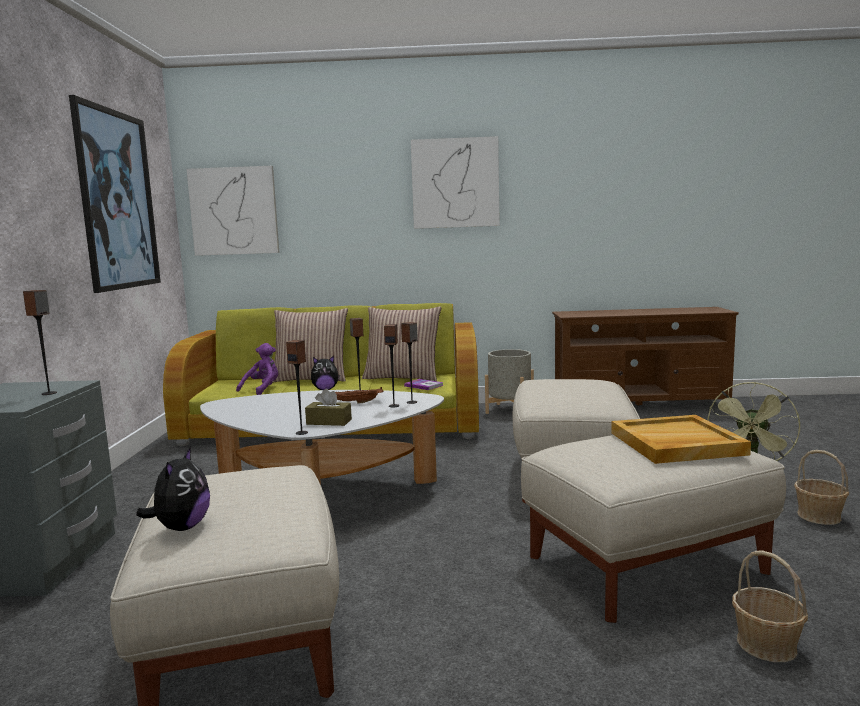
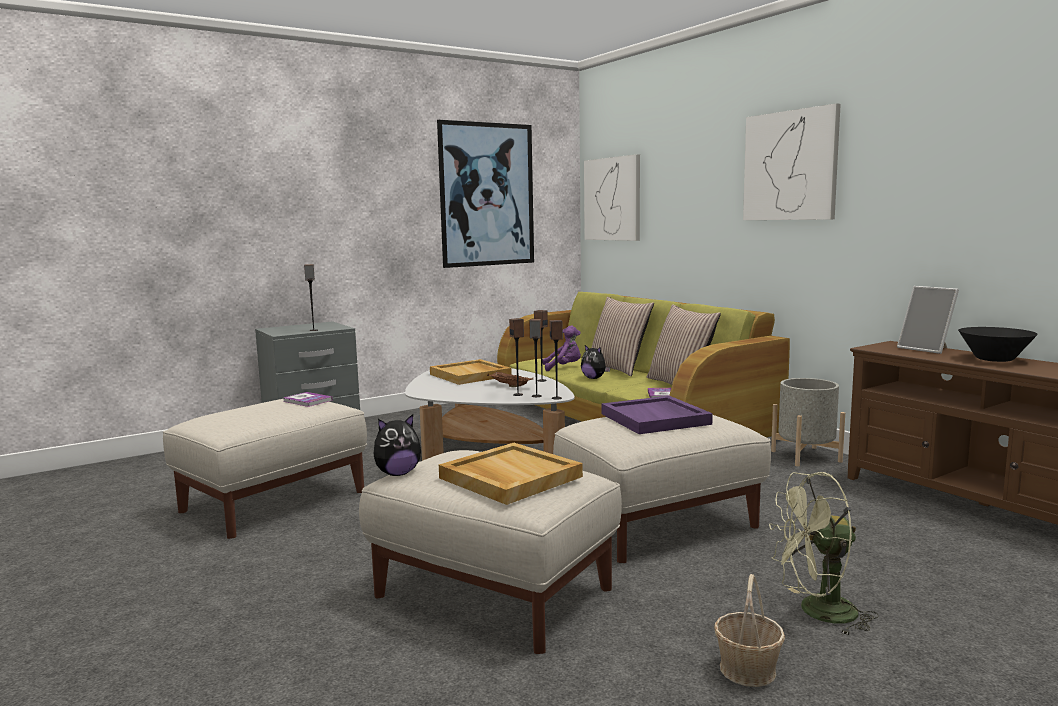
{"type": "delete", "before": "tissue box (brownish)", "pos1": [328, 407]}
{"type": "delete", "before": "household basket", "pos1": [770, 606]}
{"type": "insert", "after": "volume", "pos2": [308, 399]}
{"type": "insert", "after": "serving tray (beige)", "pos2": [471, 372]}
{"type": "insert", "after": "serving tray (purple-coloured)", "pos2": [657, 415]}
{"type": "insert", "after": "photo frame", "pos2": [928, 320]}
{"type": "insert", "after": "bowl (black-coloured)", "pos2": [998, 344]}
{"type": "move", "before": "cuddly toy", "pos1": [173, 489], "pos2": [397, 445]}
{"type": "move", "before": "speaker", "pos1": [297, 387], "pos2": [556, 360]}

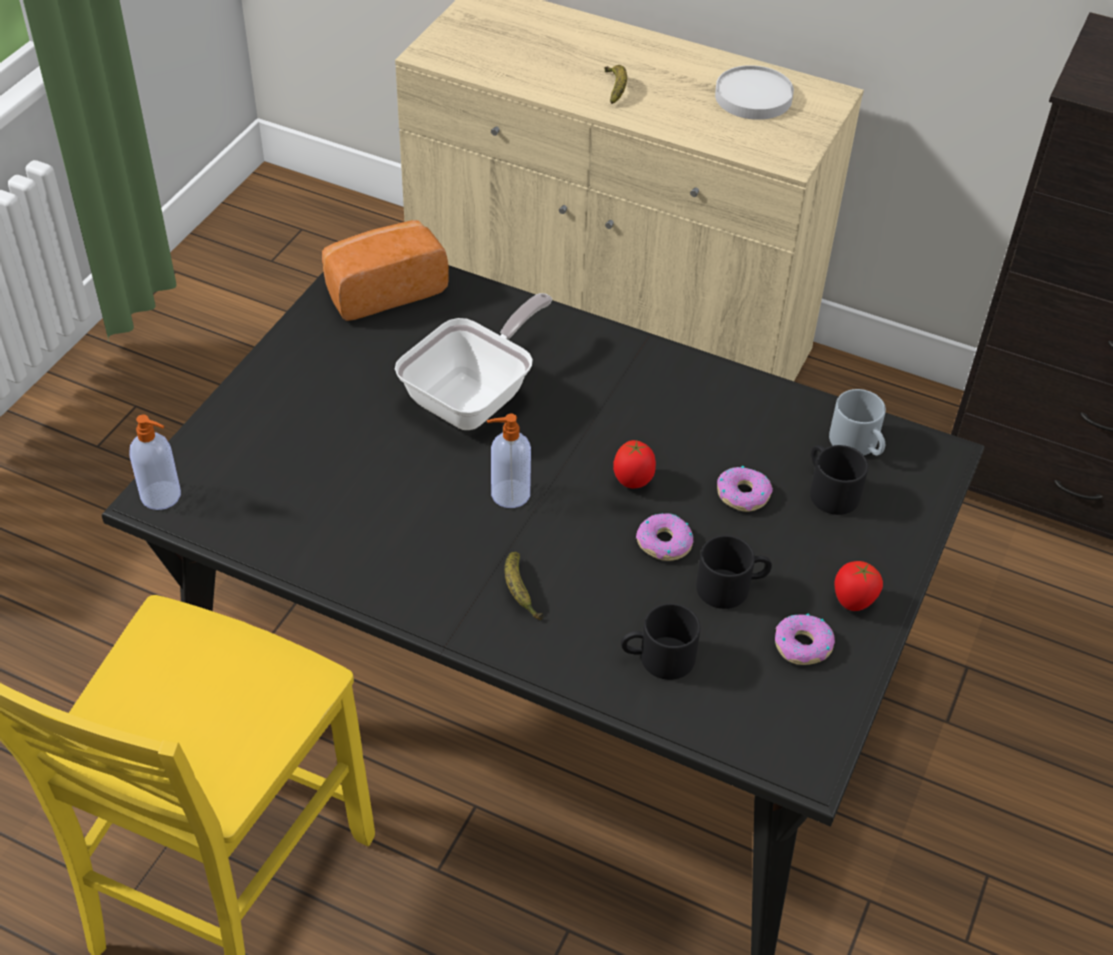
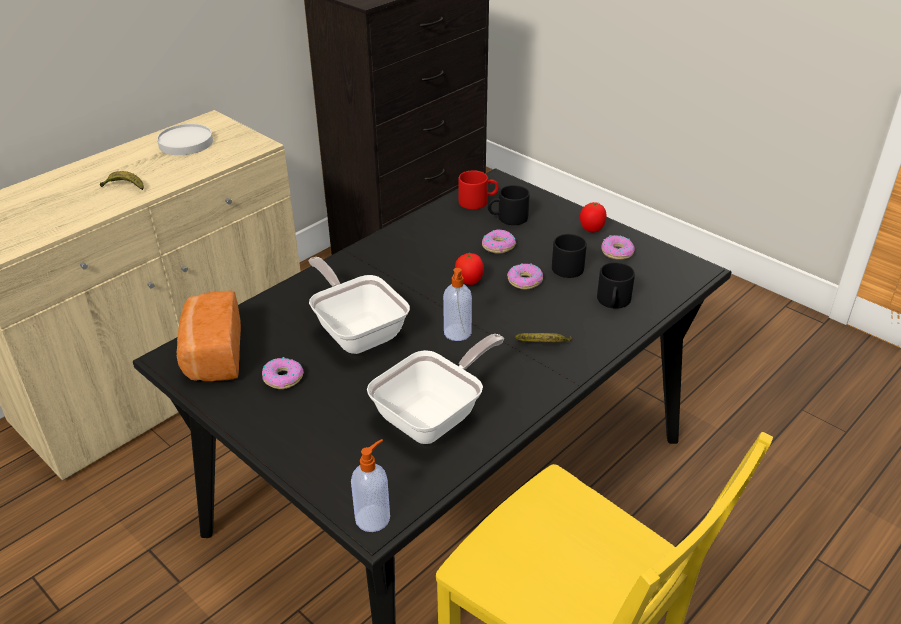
{"type": "insert", "after": "ring doughnut", "pos2": [283, 373]}
{"type": "insert", "after": "frying pan", "pos2": [435, 389]}
{"type": "recolor", "before": "mug (gray)", "after": "mug (reddish)", "pos1": [857, 422], "pos2": [478, 189]}

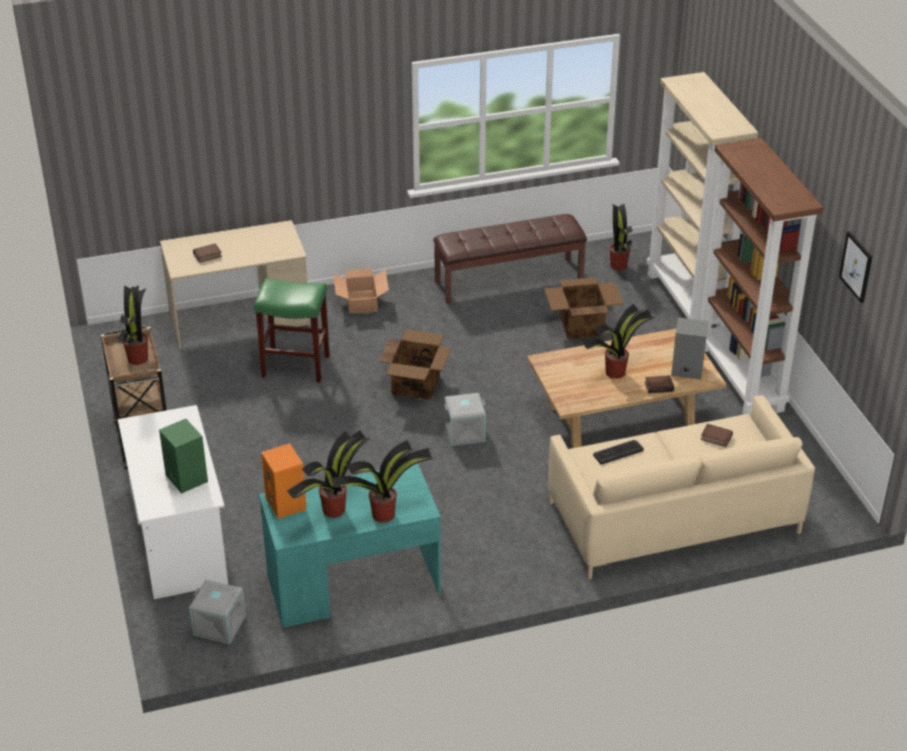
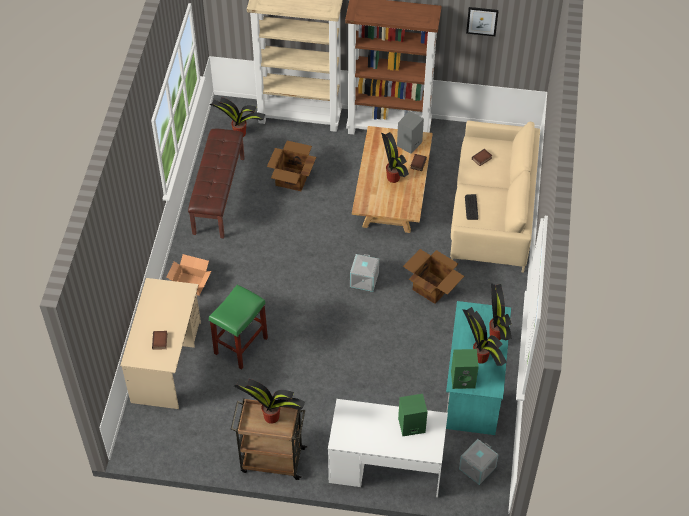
{"type": "move", "before": "packing box", "pos1": [415, 364], "pos2": [433, 276]}
{"type": "recolor", "before": "speaker (orangey)", "after": "speaker (greenish)", "pos1": [284, 481], "pos2": [465, 369]}

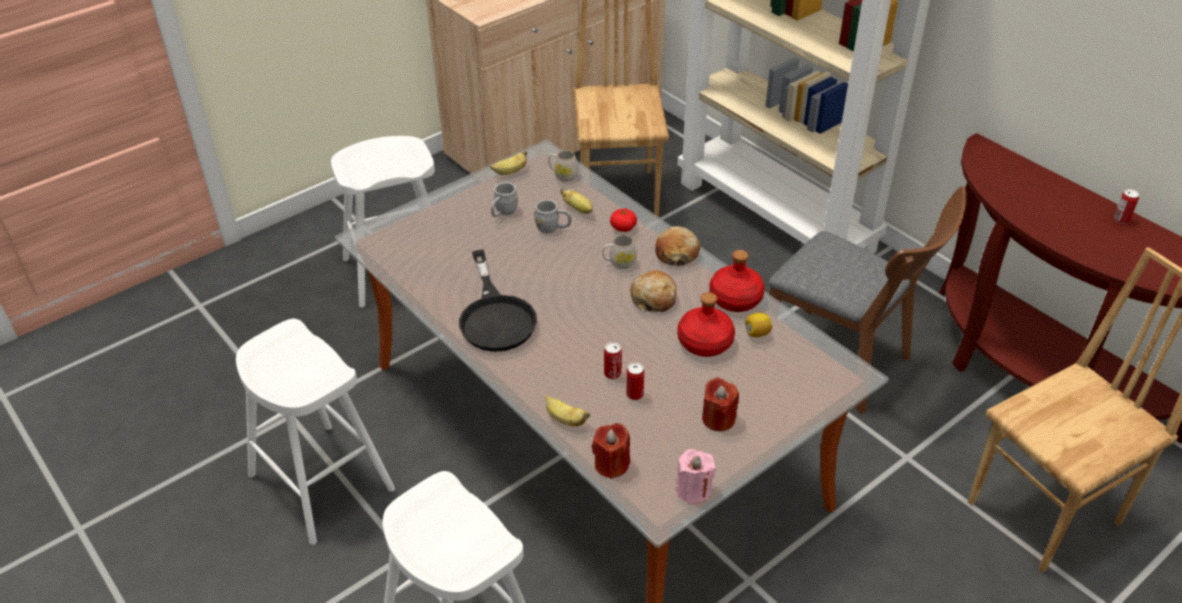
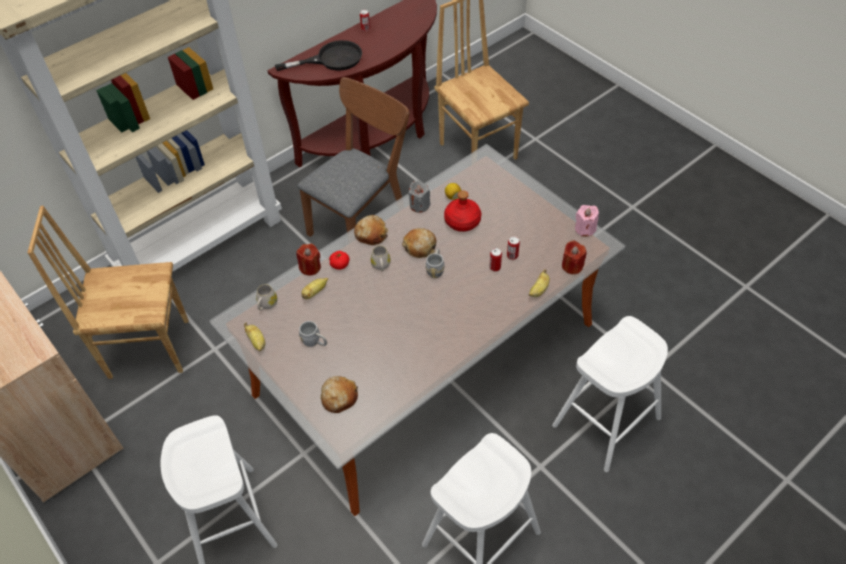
{"type": "insert", "after": "bread", "pos2": [339, 394]}
{"type": "move", "before": "frying pan (black-coloured)", "pos1": [498, 301], "pos2": [318, 55]}
{"type": "move", "before": "mug (gray)", "pos1": [552, 216], "pos2": [435, 263]}
{"type": "move", "before": "wax candle (reddish)", "pos1": [720, 404], "pos2": [308, 260]}
{"type": "replace", "before": "drink bottle (reddish)", "after": "wax candle (gray)", "pos1": [737, 281], "pos2": [419, 196]}

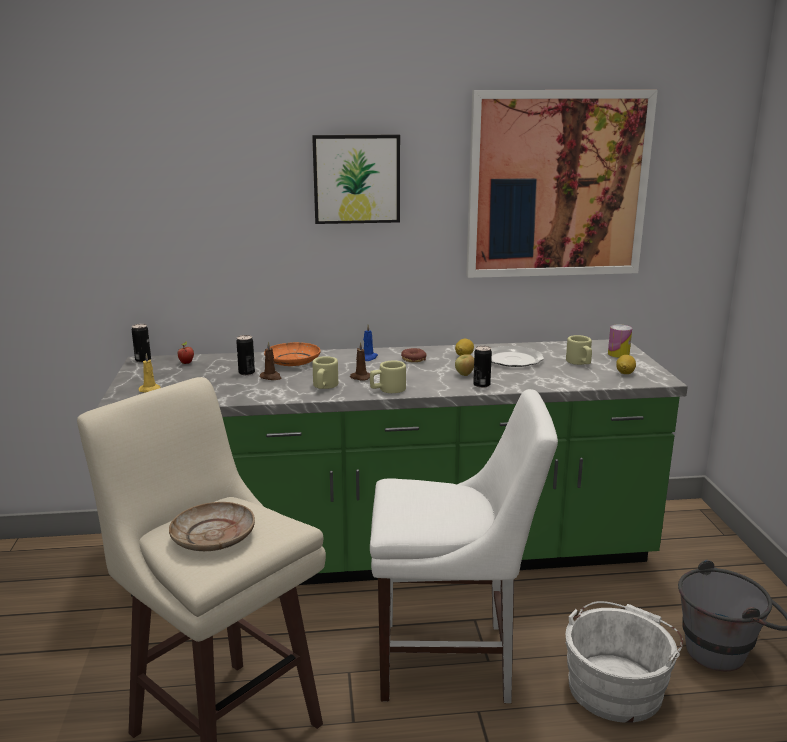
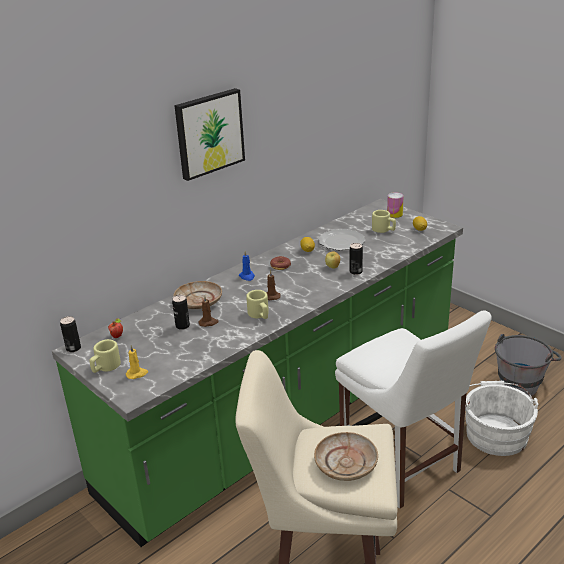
{"type": "delete", "before": "wall picture", "pos1": [562, 184]}
{"type": "move", "before": "mug (beige)", "pos1": [388, 377], "pos2": [105, 356]}
{"type": "recolor", "before": "flat dish (orangey)", "after": "flat dish (beige)", "pos1": [292, 354], "pos2": [197, 295]}
{"type": "rotate", "before": "upright chair (white-coloured)", "pos1": [464, 546], "pos2": [413, 409], "turn": 90}

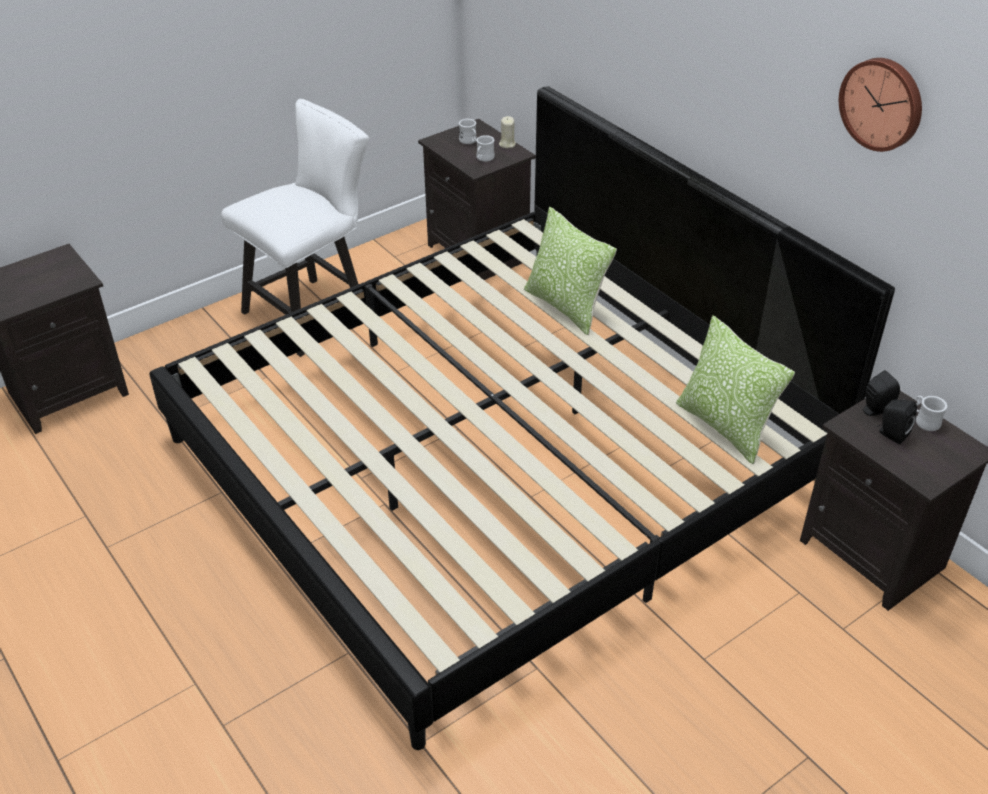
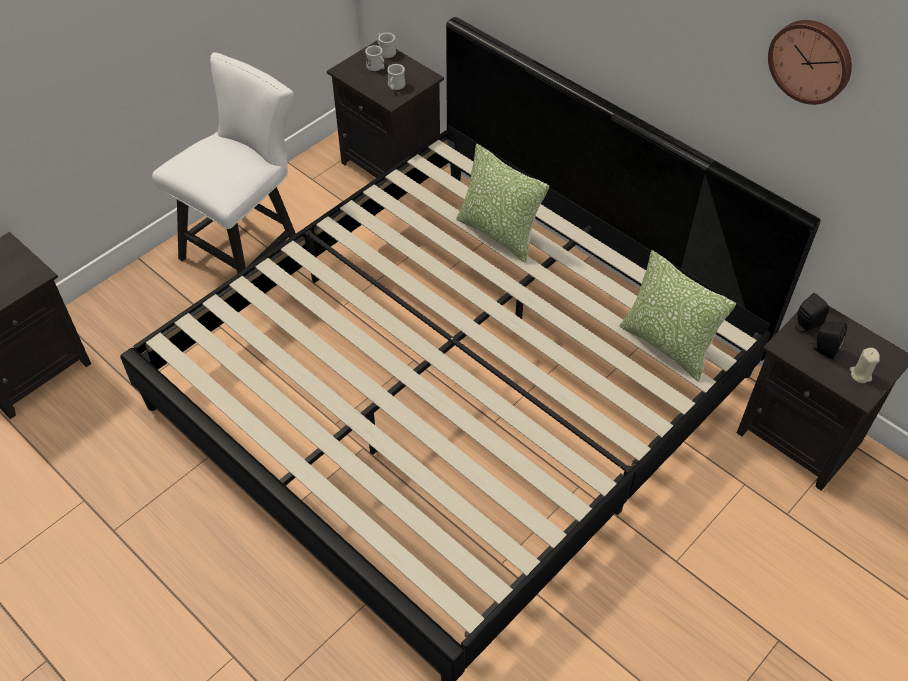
{"type": "move", "before": "wax candle (beige)", "pos1": [507, 132], "pos2": [864, 365]}
{"type": "move", "before": "mug (white-coloured)", "pos1": [931, 413], "pos2": [386, 45]}

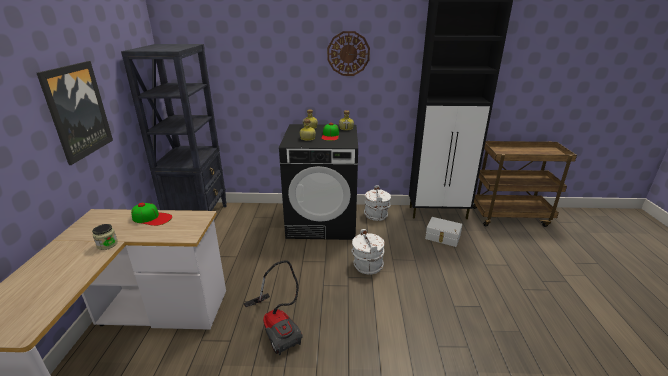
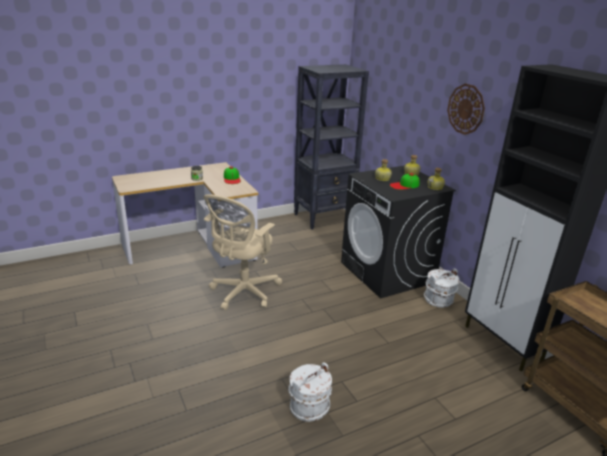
{"type": "delete", "before": "wall picture", "pos1": [75, 113]}
{"type": "delete", "before": "storage box (white-coloured)", "pos1": [443, 232]}
{"type": "move", "before": "bucket (white-coloured)", "pos1": [368, 251], "pos2": [310, 392]}
{"type": "replace", "before": "vacuum", "after": "computer chair (beige)", "pos1": [273, 307], "pos2": [242, 252]}

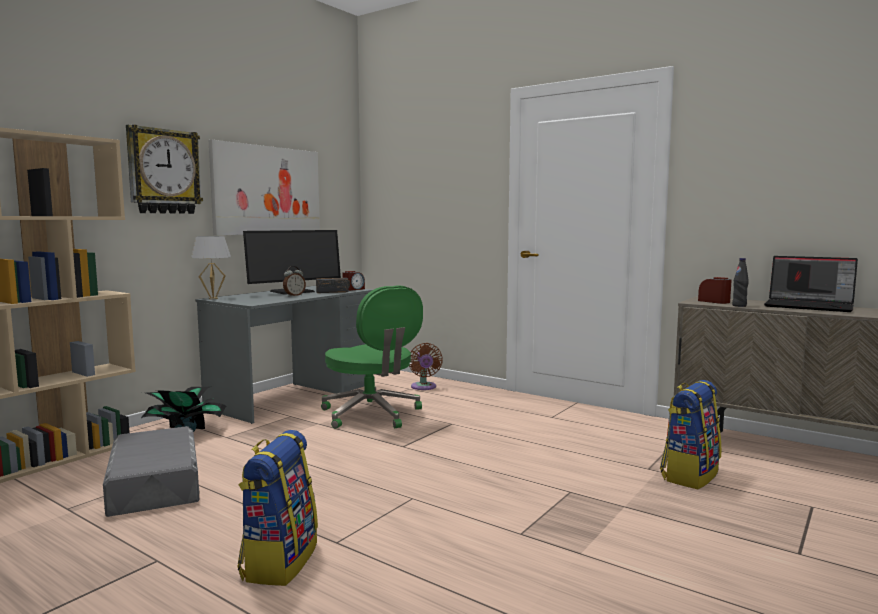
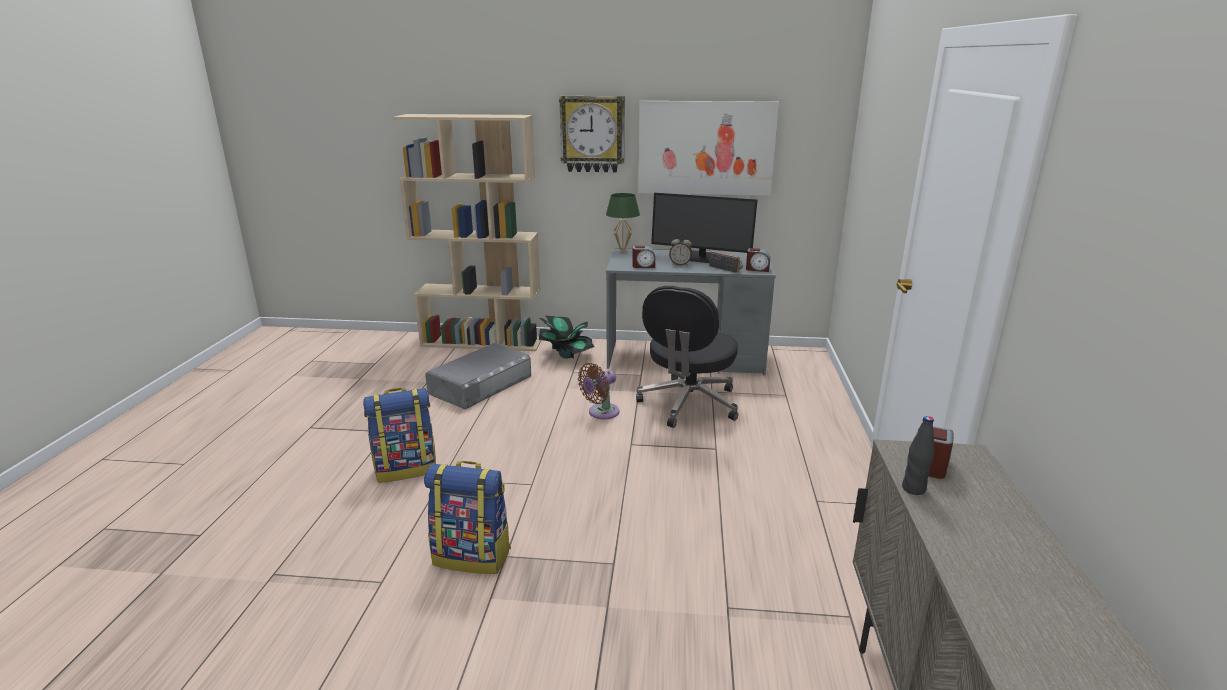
{"type": "delete", "before": "laptop", "pos1": [811, 284]}
{"type": "insert", "after": "bedside clock", "pos2": [643, 257]}
{"type": "move", "before": "electric fan (brownish)", "pos1": [426, 366], "pos2": [598, 391]}
{"type": "move", "before": "backpack", "pos1": [690, 434], "pos2": [467, 517]}
{"type": "recolor", "before": "lamp for a table (white-coloured)", "after": "lamp for a table (greenish)", "pos1": [211, 267], "pos2": [623, 223]}
{"type": "recolor", "before": "computer chair (greenish)", "after": "computer chair (black-coloured)", "pos1": [372, 357], "pos2": [687, 357]}

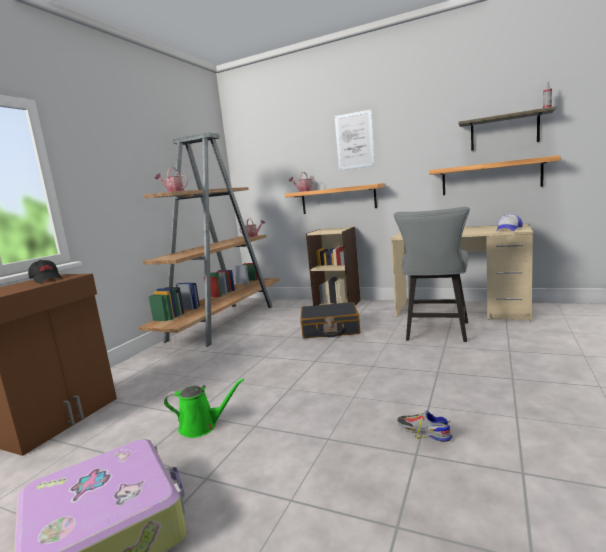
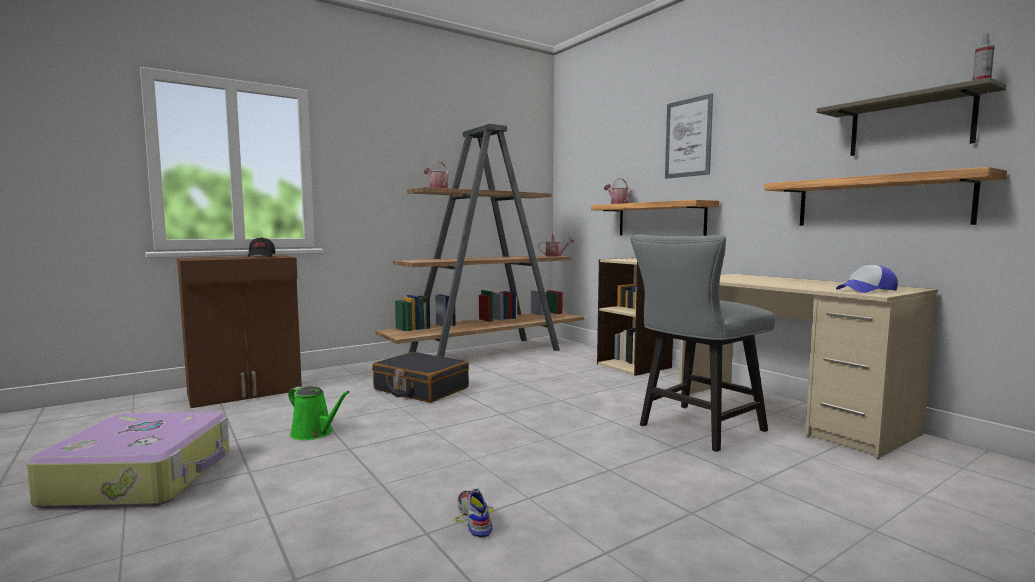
{"type": "move", "before": "piece of luggage (black-coloured)", "pos1": [330, 320], "pos2": [420, 377]}

